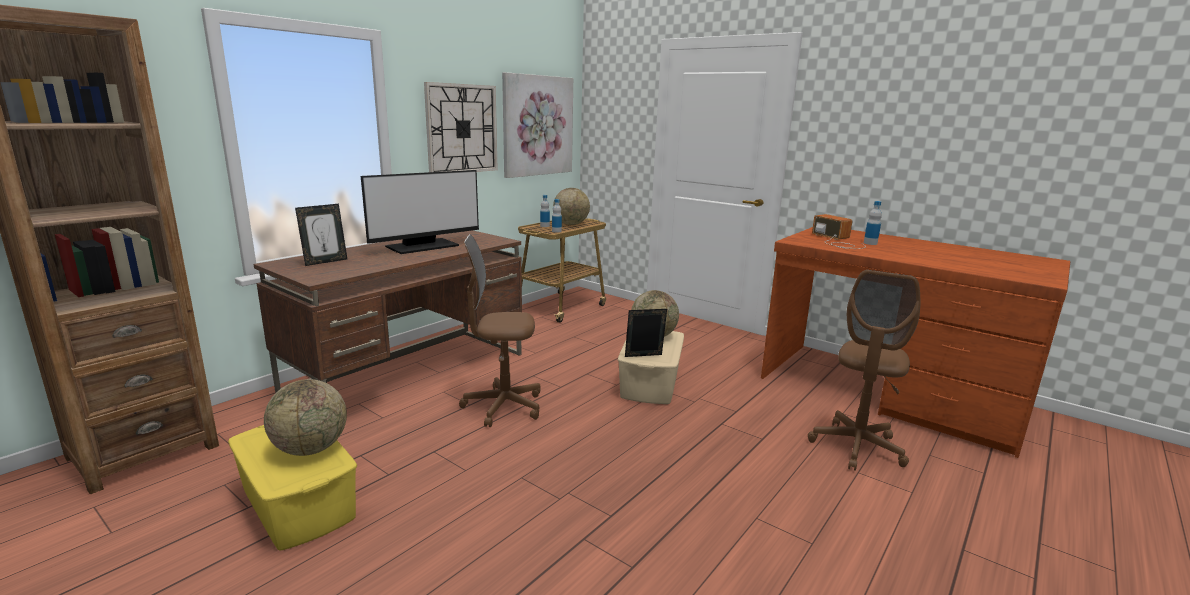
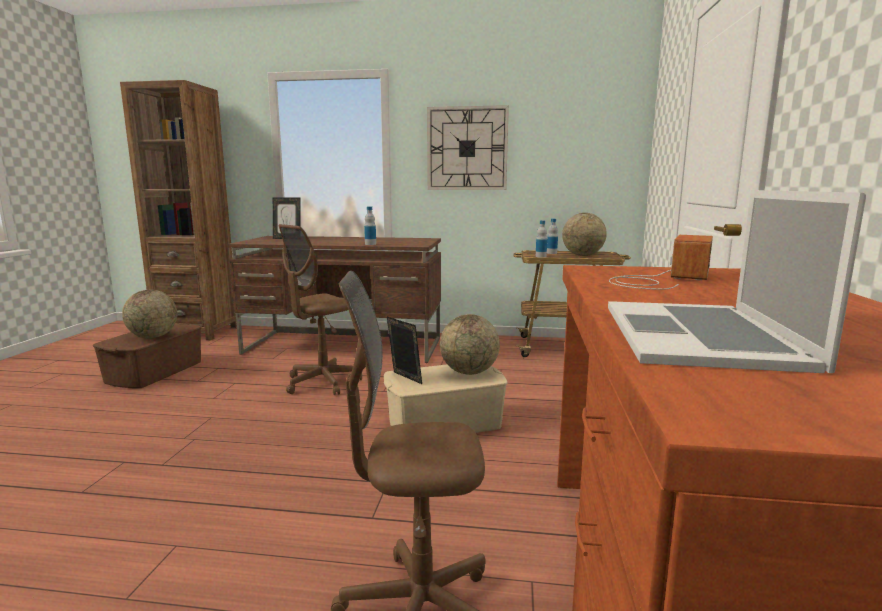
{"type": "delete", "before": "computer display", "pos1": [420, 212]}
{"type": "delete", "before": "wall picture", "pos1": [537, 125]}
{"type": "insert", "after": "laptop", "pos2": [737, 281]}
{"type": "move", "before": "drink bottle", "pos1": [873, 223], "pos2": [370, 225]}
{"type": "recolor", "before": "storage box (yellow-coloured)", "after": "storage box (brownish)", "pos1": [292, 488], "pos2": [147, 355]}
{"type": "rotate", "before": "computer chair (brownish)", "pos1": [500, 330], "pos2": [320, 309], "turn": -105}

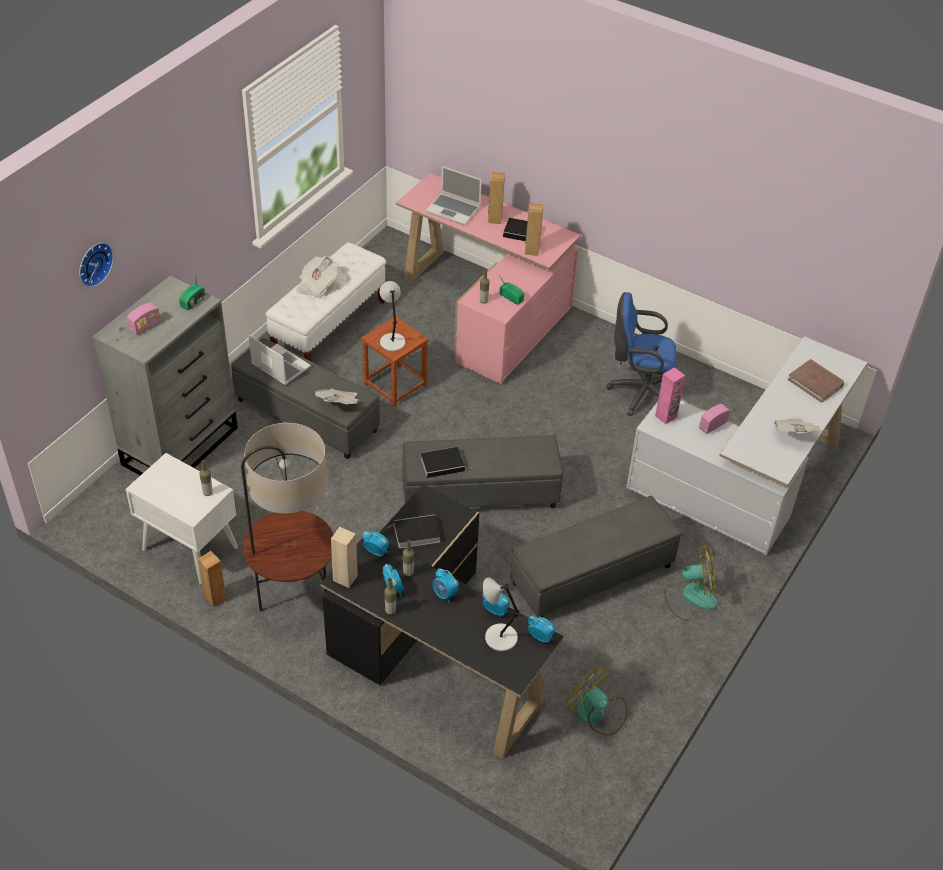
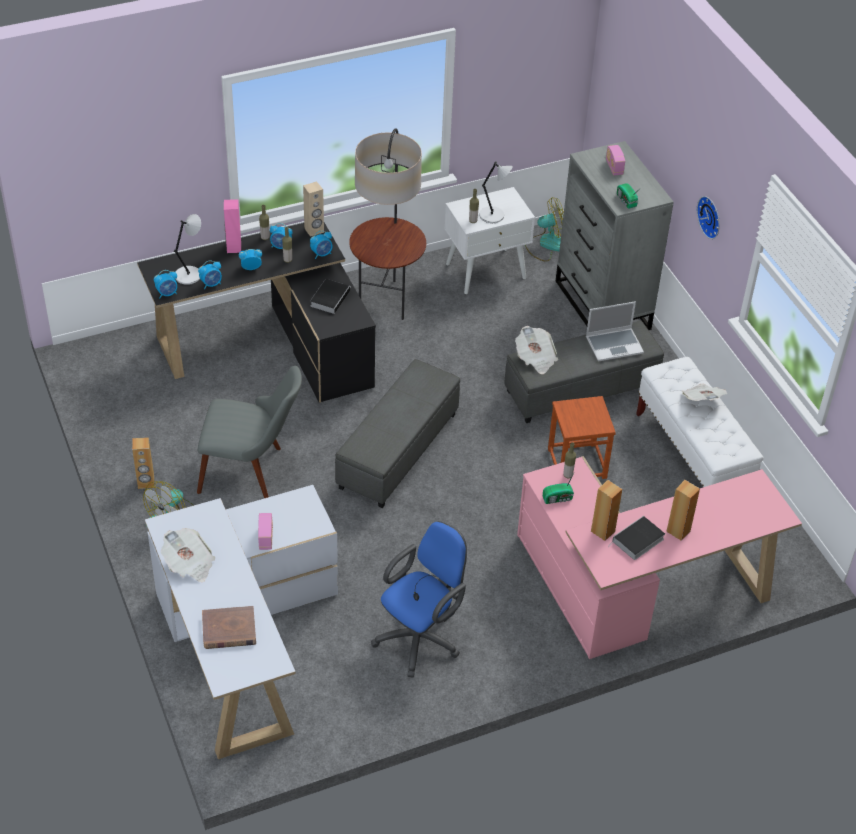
{"type": "delete", "before": "volume", "pos1": [446, 462]}
{"type": "delete", "before": "laptop", "pos1": [454, 195]}
{"type": "move", "before": "hanging clock", "pos1": [96, 265], "pos2": [708, 217]}
{"type": "move", "before": "speaker (brownish)", "pos1": [212, 579], "pos2": [143, 463]}
{"type": "move", "before": "lamp for a table (gray)", "pos1": [393, 316], "pos2": [496, 192]}
{"type": "move", "before": "electric fan", "pos1": [596, 701], "pos2": [544, 229]}
{"type": "move", "before": "speaker (pinkish)", "pos1": [670, 395], "pos2": [232, 226]}
{"type": "replace", "before": "pouffe (gray)", "after": "upright chair (gray)", "pos1": [595, 556], "pos2": [249, 432]}

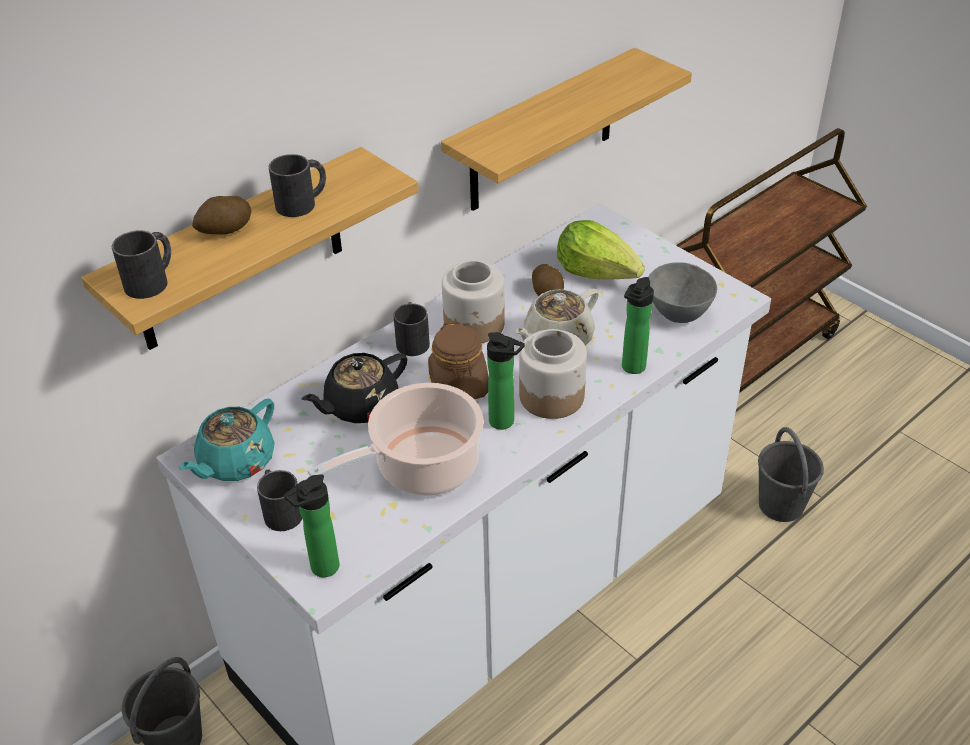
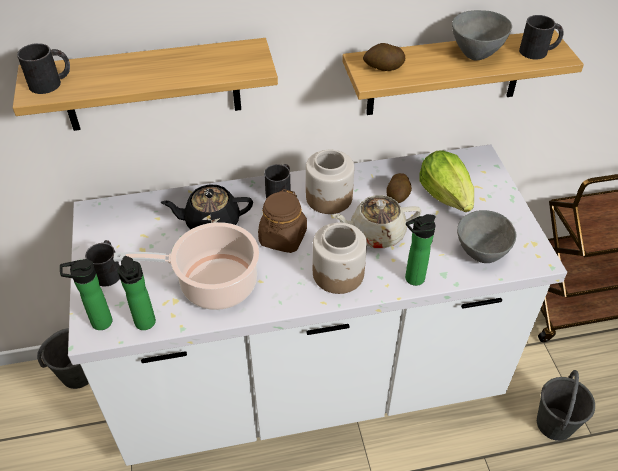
{"type": "delete", "before": "pot for tea (turquoise-coloured)", "pos1": [227, 439]}
{"type": "insert", "after": "bowl (gray)", "pos2": [482, 35]}
{"type": "move", "before": "whole potato", "pos1": [221, 215], "pos2": [384, 57]}
{"type": "move", "before": "mug (black-coloured)", "pos1": [297, 185], "pos2": [541, 37]}
{"type": "move", "before": "drink bottle", "pos1": [506, 381], "pos2": [137, 293]}

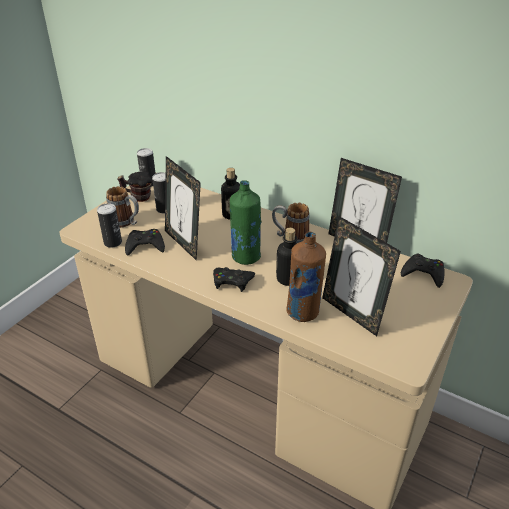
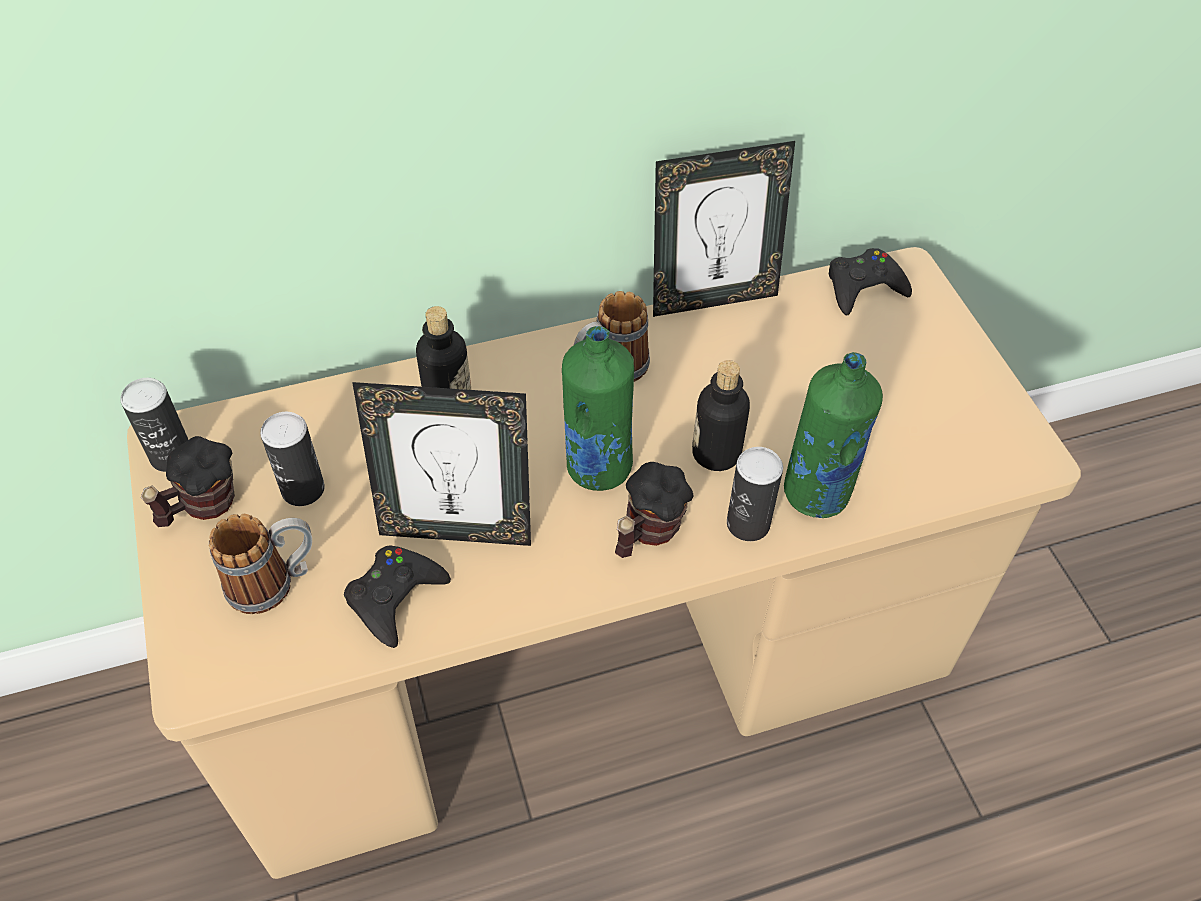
{"type": "delete", "before": "photo frame", "pos1": [361, 276]}
{"type": "move", "before": "sealed can", "pos1": [109, 225], "pos2": [755, 494]}
{"type": "replace", "before": "joypad (black-coloured)", "after": "mug", "pos1": [234, 279], "pos2": [654, 510]}
{"type": "recolor", "before": "drink bottle (brownish)", "after": "drink bottle (greenish)", "pos1": [306, 277], "pos2": [833, 435]}

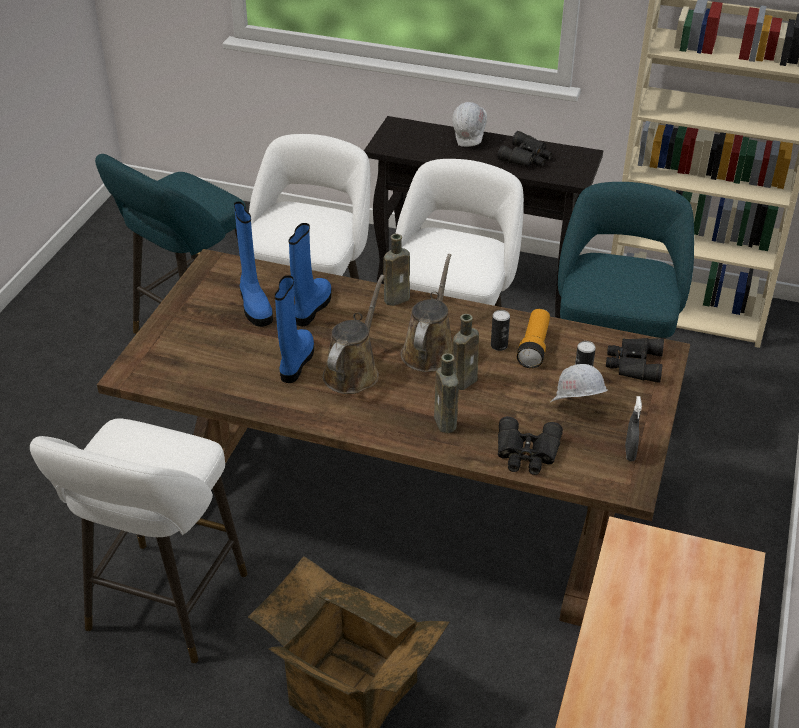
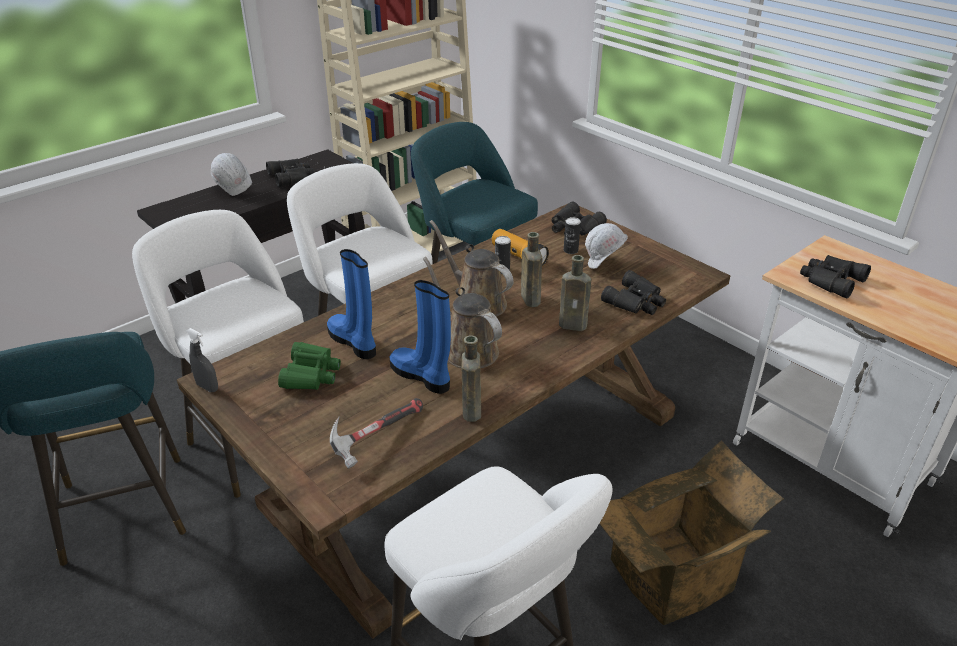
{"type": "insert", "after": "hand hammer", "pos2": [376, 433]}
{"type": "insert", "after": "field glasses (black-coloured)", "pos2": [835, 276]}
{"type": "move", "before": "drink bottle (brownish)", "pos1": [396, 270], "pos2": [471, 378]}
{"type": "move", "before": "hand sprayer (gray)", "pos1": [633, 428], "pos2": [202, 360]}
{"type": "replace", "before": "high-top boot (blue-coloured)", "after": "field glasses (greenish)", "pos1": [253, 264], "pos2": [309, 366]}

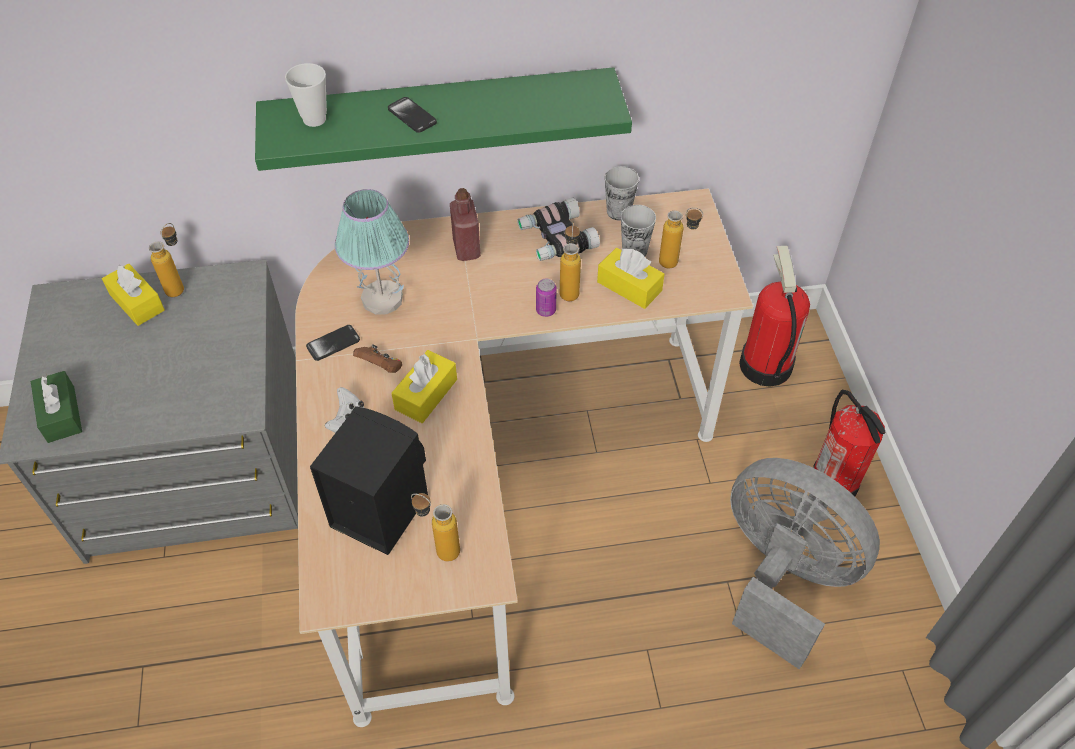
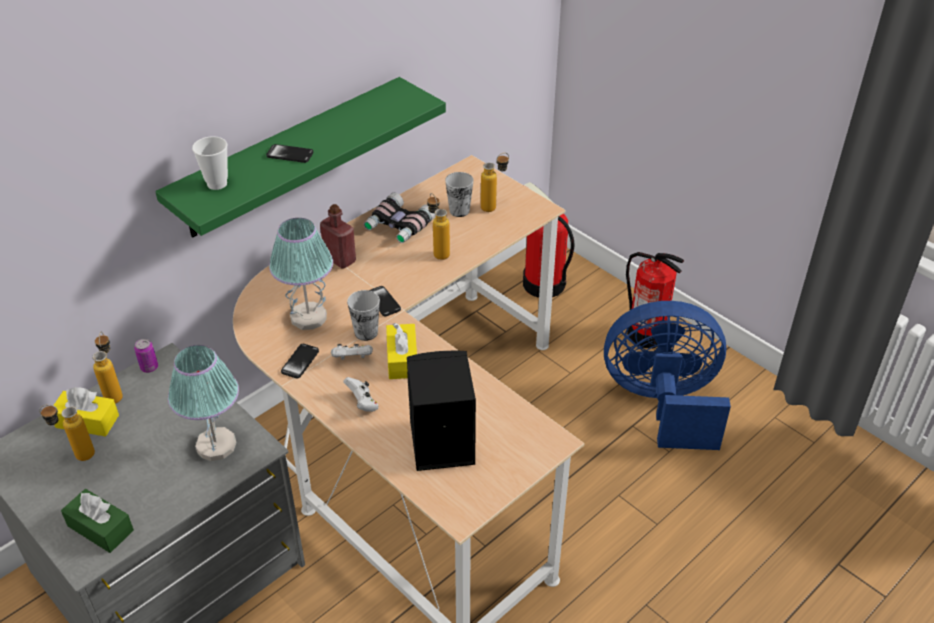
{"type": "delete", "before": "tissue box (yellow-coloured)", "pos1": [631, 278]}
{"type": "insert", "after": "lamp for a table", "pos2": [203, 403]}
{"type": "insert", "after": "phone", "pos2": [385, 301]}
{"type": "move", "before": "drink bottle", "pos1": [435, 527], "pos2": [67, 433]}
{"type": "move", "before": "sealed can", "pos1": [546, 298], "pos2": [146, 356]}
{"type": "move", "before": "small cup", "pos1": [622, 193], "pos2": [363, 315]}
{"type": "recolor", "before": "joypad (brownish)", "after": "joypad (white-coloured)", "pos1": [377, 359], "pos2": [352, 352]}
{"type": "recolor", "before": "electric fan (gray)", "after": "electric fan (blue-coloured)", "pos1": [805, 563], "pos2": [667, 375]}

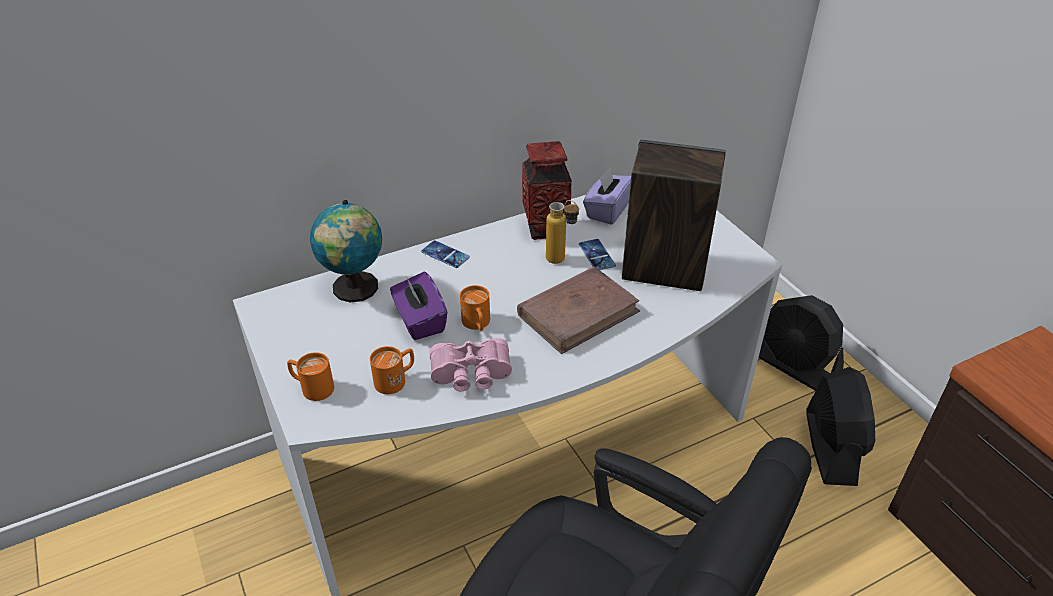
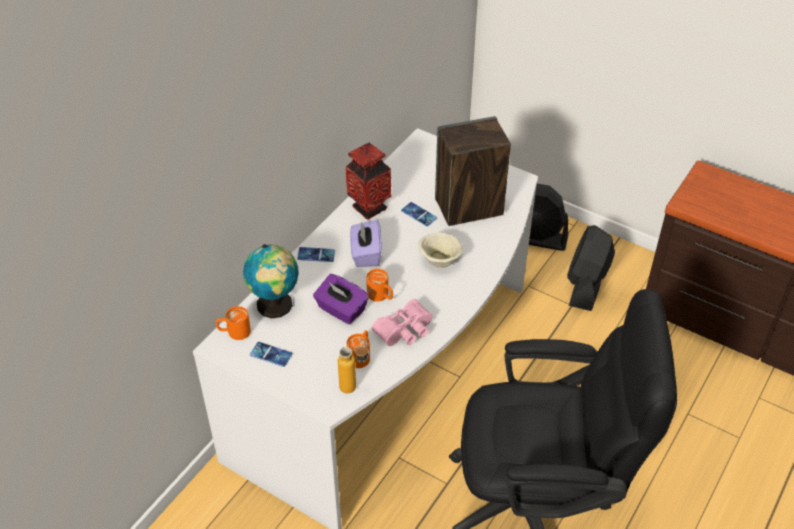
{"type": "insert", "after": "phone", "pos2": [271, 354]}
{"type": "move", "before": "mug (orangey)", "pos1": [310, 376], "pos2": [233, 323]}
{"type": "move", "before": "drink bottle", "pos1": [562, 232], "pos2": [353, 369]}
{"type": "move", "before": "tissue box (purple-coloured)", "pos1": [607, 196], "pos2": [366, 243]}
{"type": "replace", "before": "volume (brownish)", "after": "bowl (beige)", "pos1": [578, 310], "pos2": [440, 250]}
{"type": "rotate", "before": "electric fan (black-coloured)", "pos1": [840, 426], "pos2": [591, 268], "turn": -135}

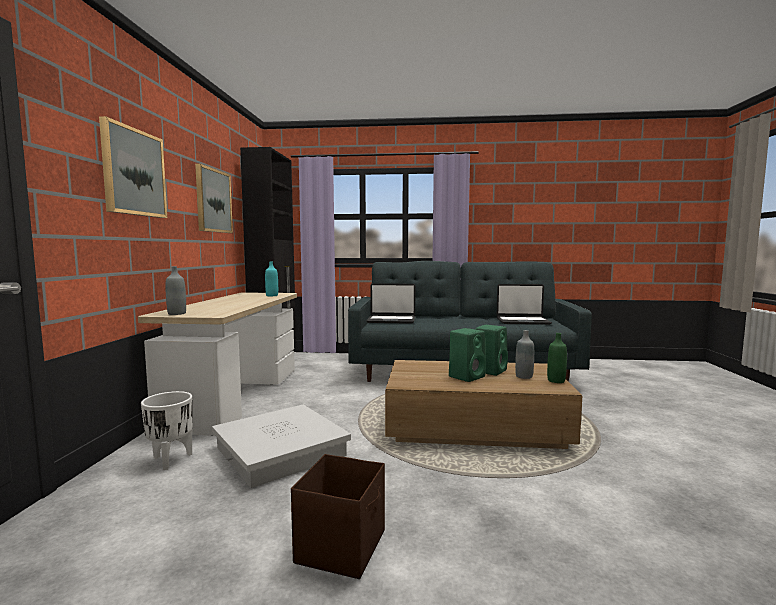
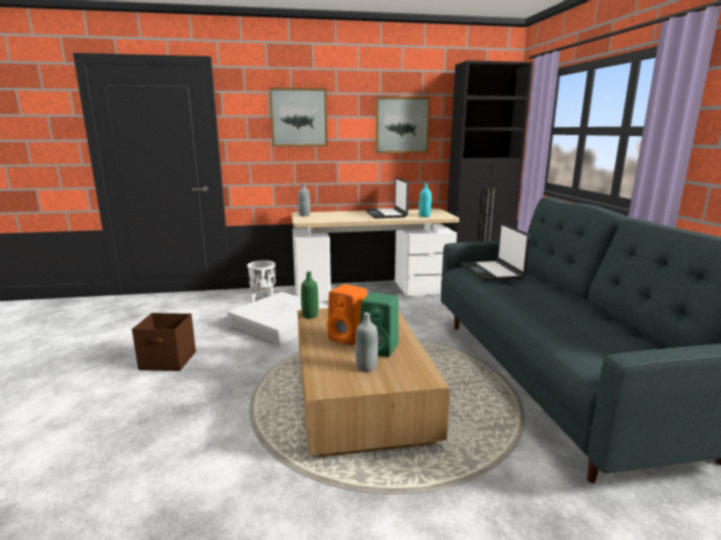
{"type": "move", "before": "laptop", "pos1": [524, 304], "pos2": [387, 197]}
{"type": "move", "before": "drink bottle (greenish)", "pos1": [557, 358], "pos2": [309, 295]}
{"type": "recolor", "before": "speaker (greenish)", "after": "speaker (orangey)", "pos1": [467, 355], "pos2": [347, 315]}

